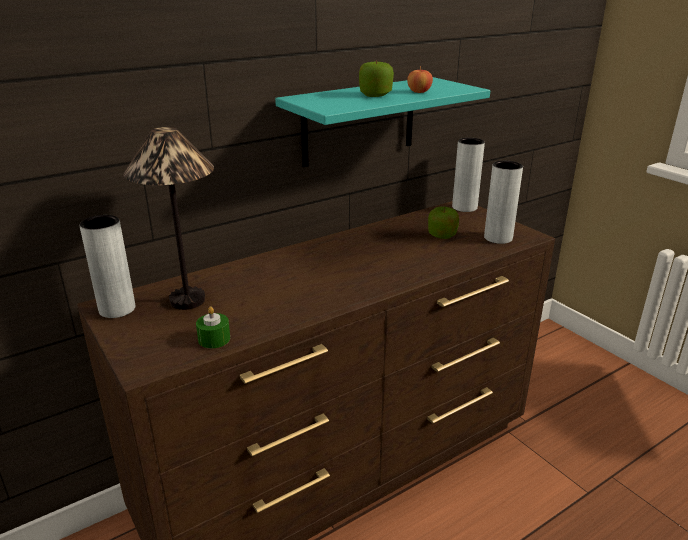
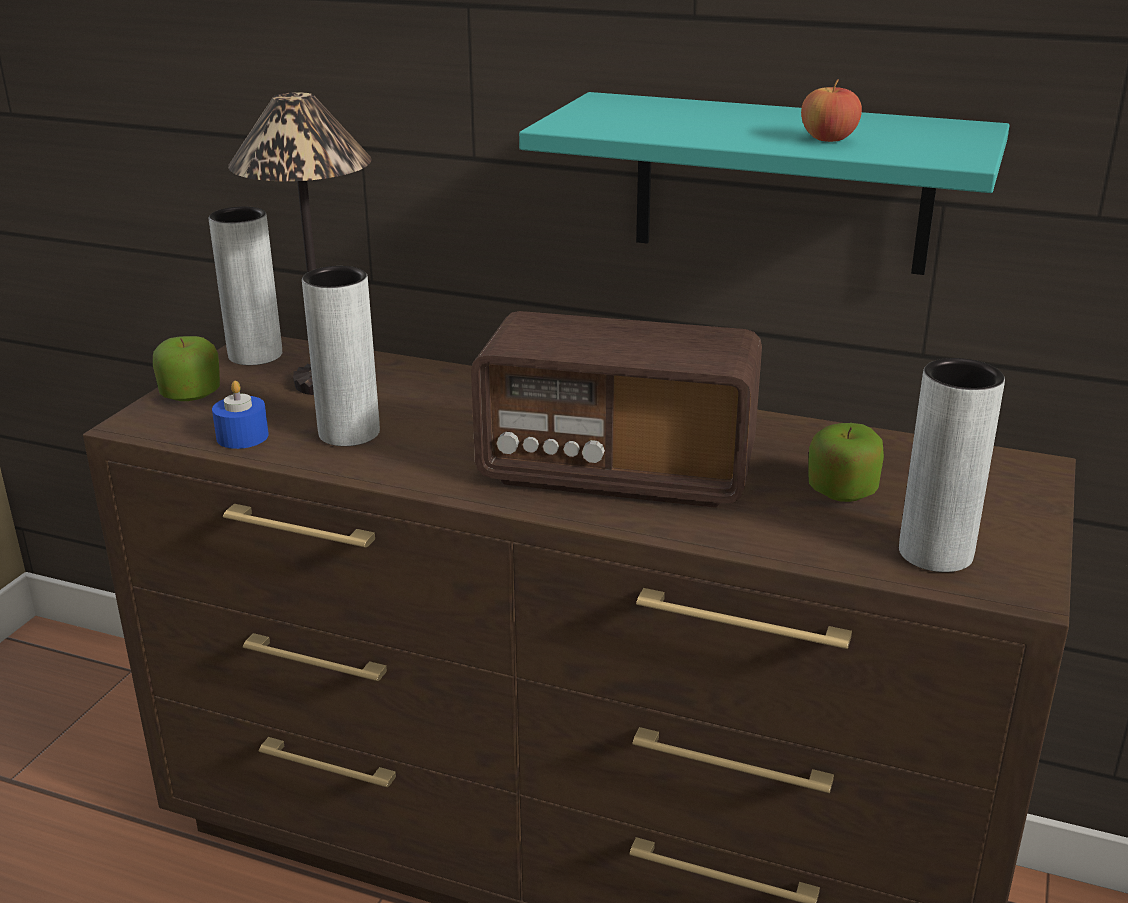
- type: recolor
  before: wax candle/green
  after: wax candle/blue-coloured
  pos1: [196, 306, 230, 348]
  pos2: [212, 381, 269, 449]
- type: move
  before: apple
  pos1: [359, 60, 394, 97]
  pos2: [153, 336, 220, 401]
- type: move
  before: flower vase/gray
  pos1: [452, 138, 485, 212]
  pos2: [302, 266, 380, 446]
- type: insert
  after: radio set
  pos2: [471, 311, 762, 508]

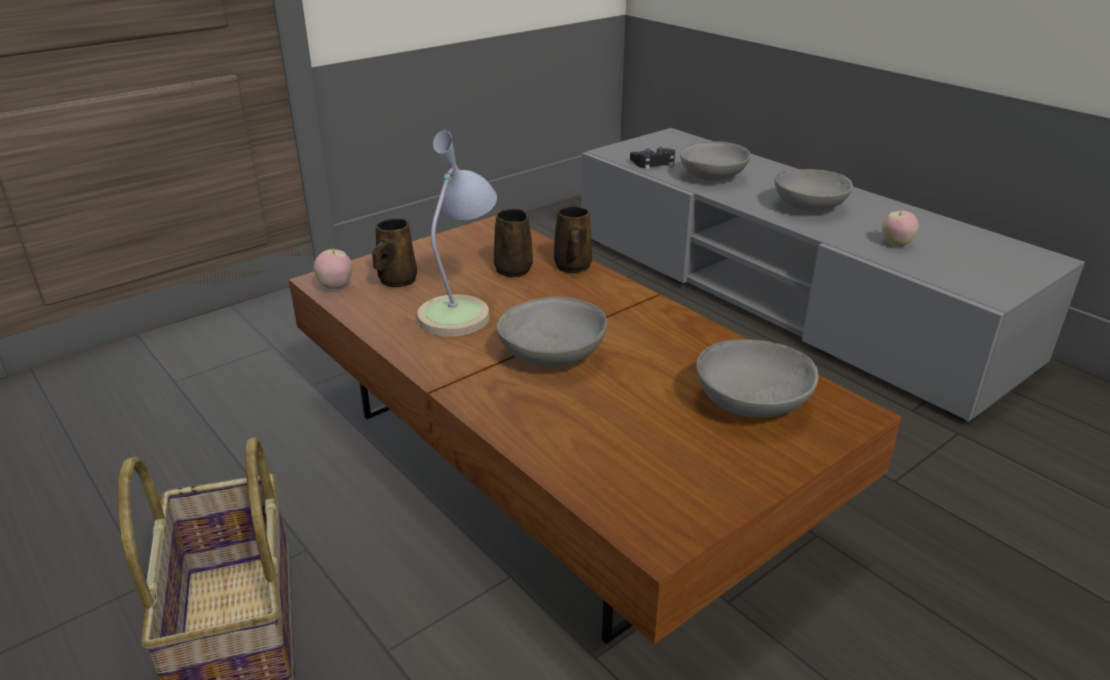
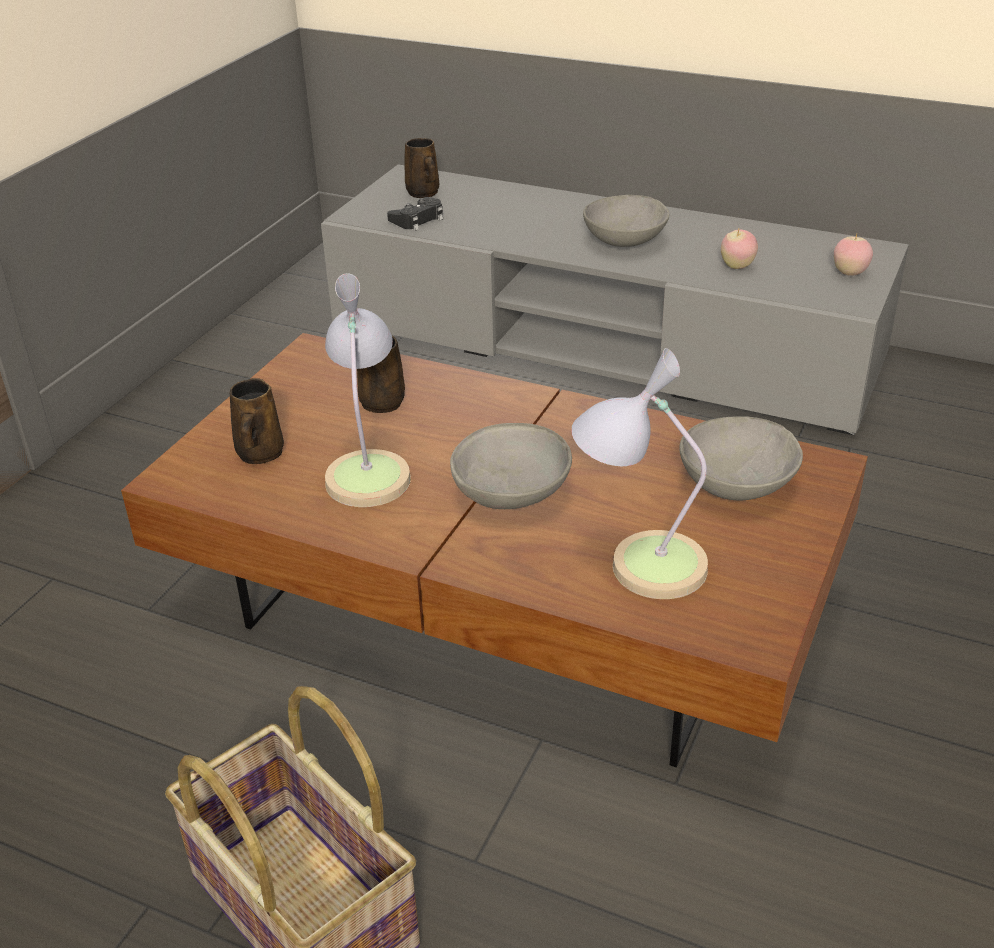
- type: move
  before: apple
  pos1: [313, 247, 353, 289]
  pos2: [834, 234, 873, 276]
- type: move
  before: coffee mug/brown
  pos1: [554, 206, 592, 273]
  pos2: [404, 138, 439, 198]
- type: delete
  before: bowl/gray
  pos1: [680, 142, 751, 181]
- type: insert
  after: tabletop lamp
  pos2: [571, 348, 708, 599]

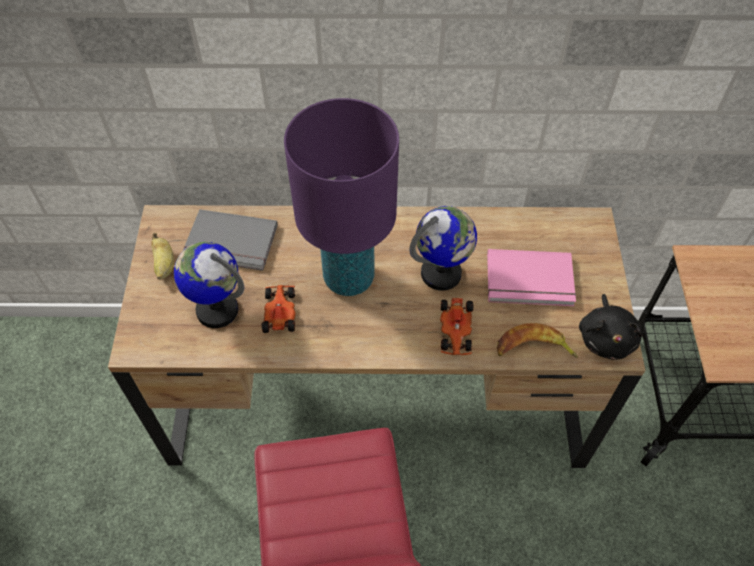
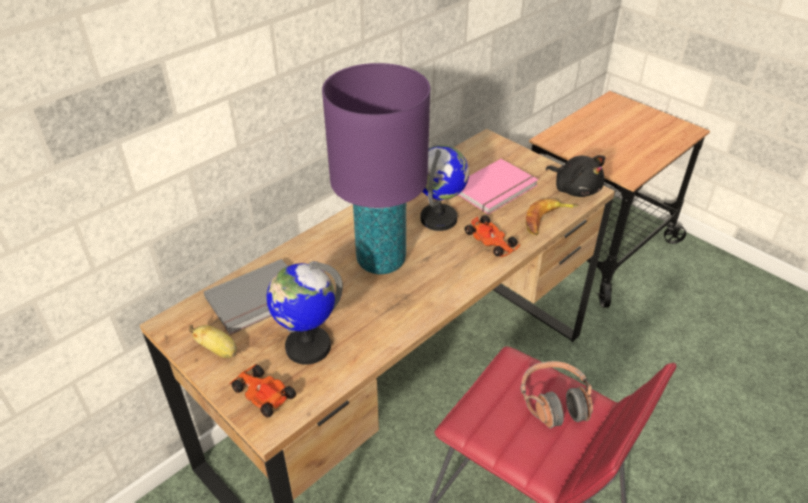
- type: move
  before: model car
  pos1: [262, 285, 295, 333]
  pos2: [229, 364, 296, 417]
- type: insert
  after: pair of headphones
  pos2: [520, 361, 593, 428]

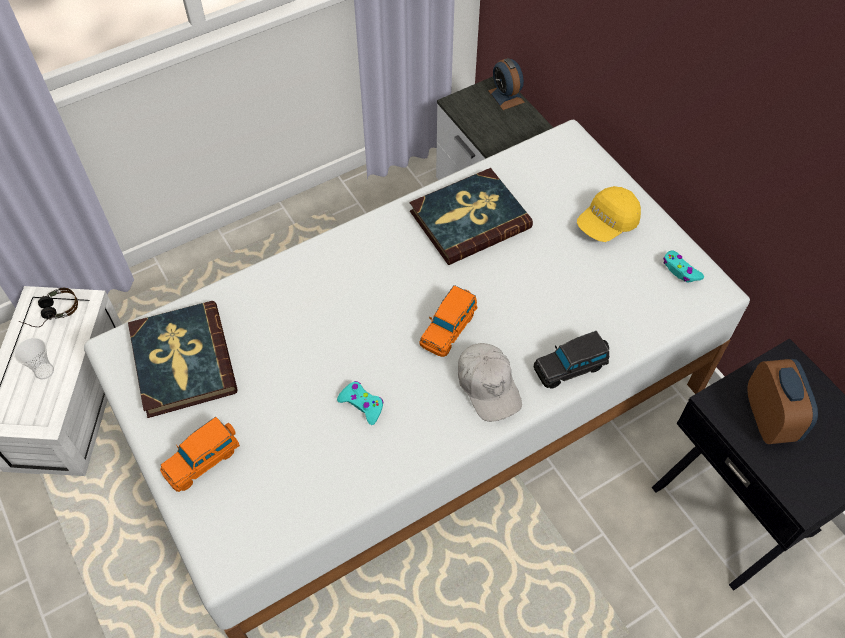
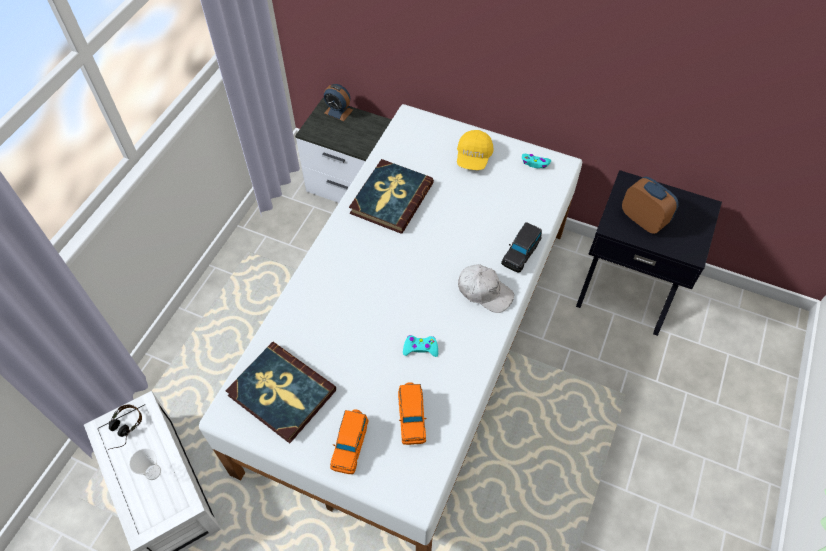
- type: move
  before: model car/orangey
  pos1: [419, 285, 478, 357]
  pos2: [398, 382, 426, 445]

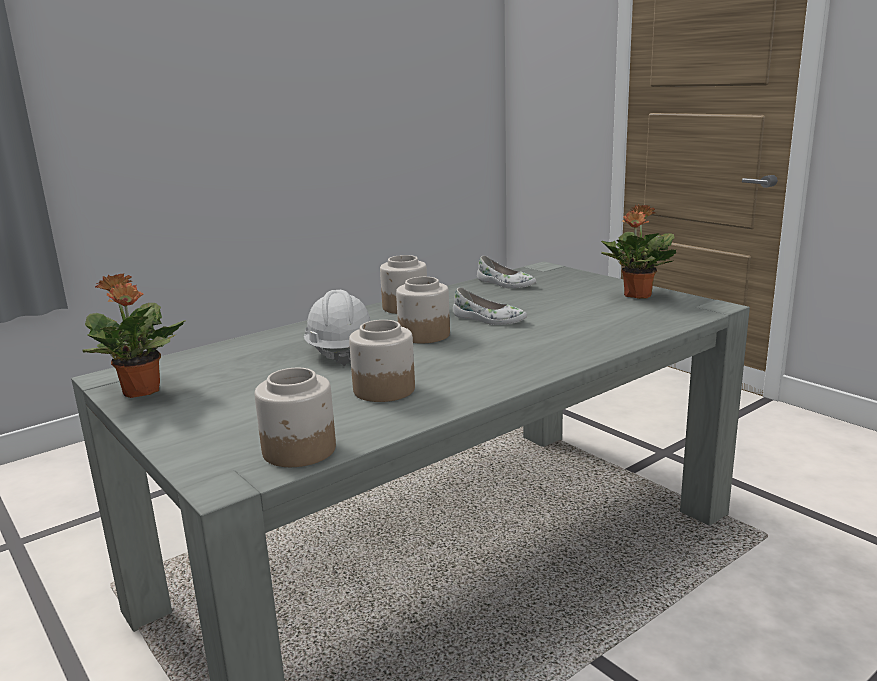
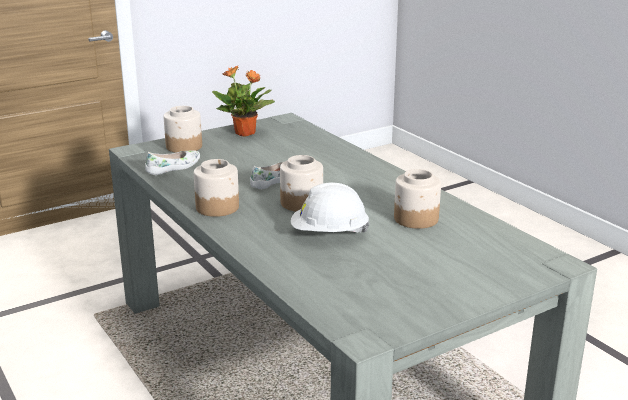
- type: delete
  before: potted plant
  pos1: [83, 274, 186, 398]
- type: move
  before: jar
  pos1: [255, 368, 336, 467]
  pos2: [164, 106, 202, 153]

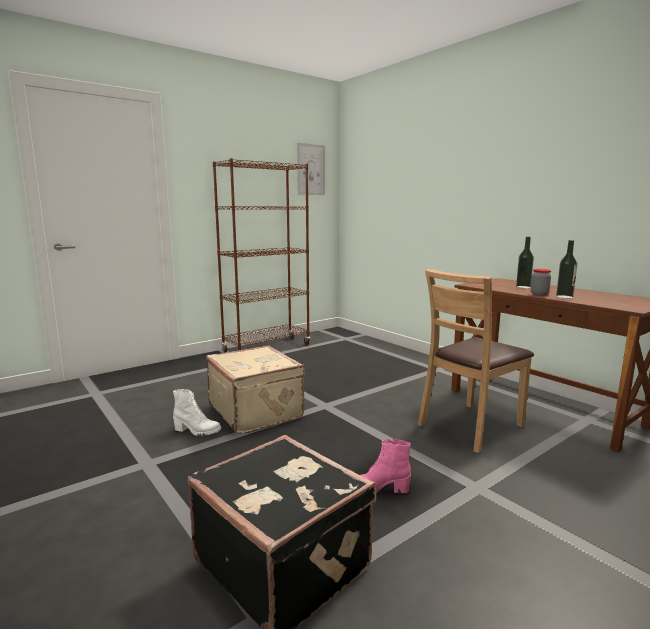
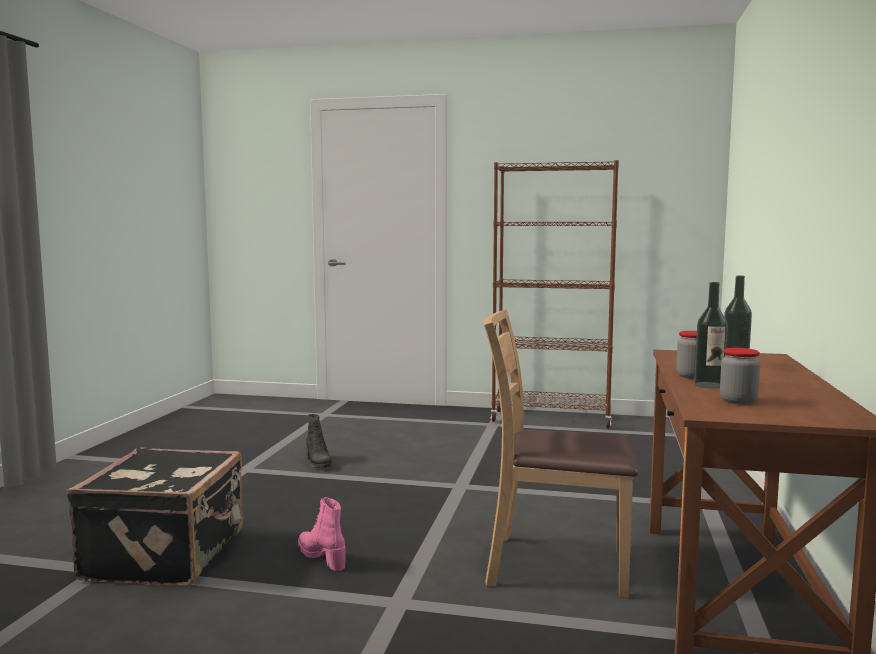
- type: recolor
  before: boot/white-coloured
  after: boot/blackish
  pos1: [173, 389, 221, 436]
  pos2: [306, 414, 333, 468]
- type: delete
  before: travel case/sand-coloured
  pos1: [206, 345, 305, 434]
- type: delete
  before: picture
  pos1: [297, 143, 325, 195]
- type: insert
  after: jar
  pos2: [720, 348, 760, 404]

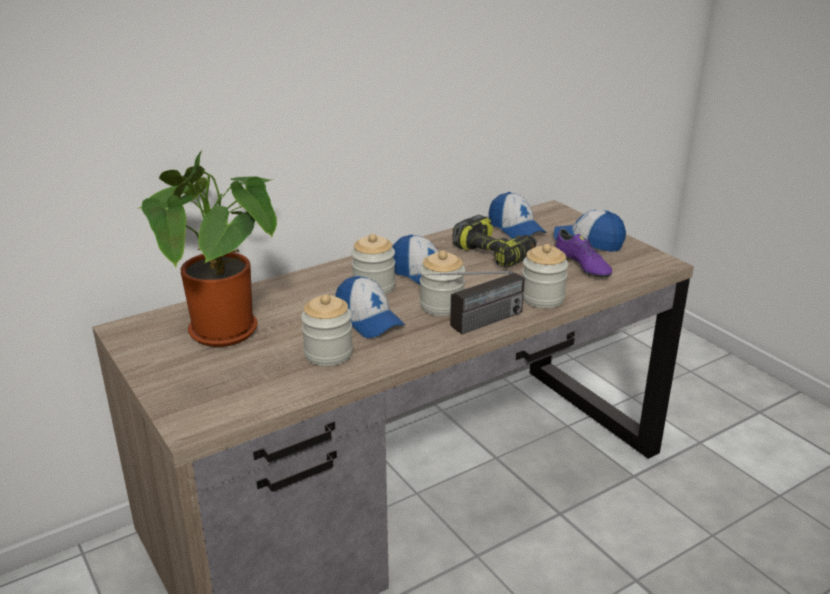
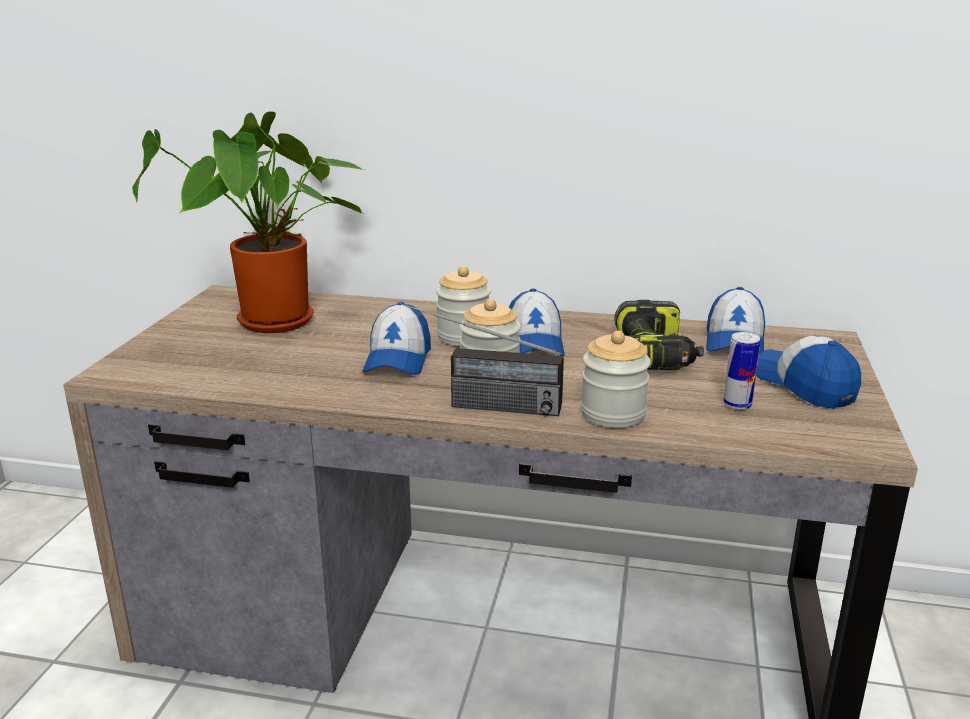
- type: delete
  before: jar
  pos1: [301, 294, 353, 366]
- type: replace
  before: item of footwear/purple-coloured
  after: can
  pos1: [556, 229, 612, 279]
  pos2: [723, 332, 760, 410]

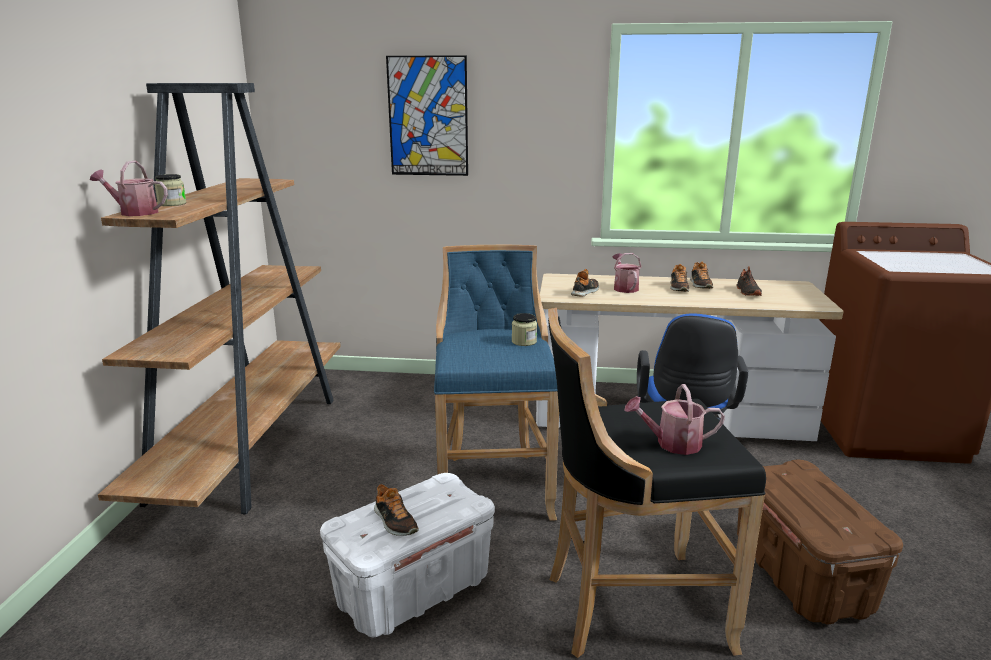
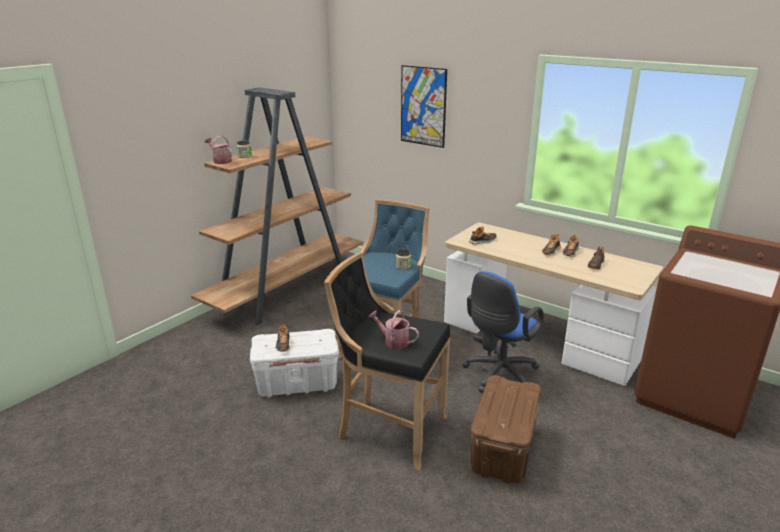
- type: delete
  before: sprinkling can
  pos1: [612, 253, 641, 293]

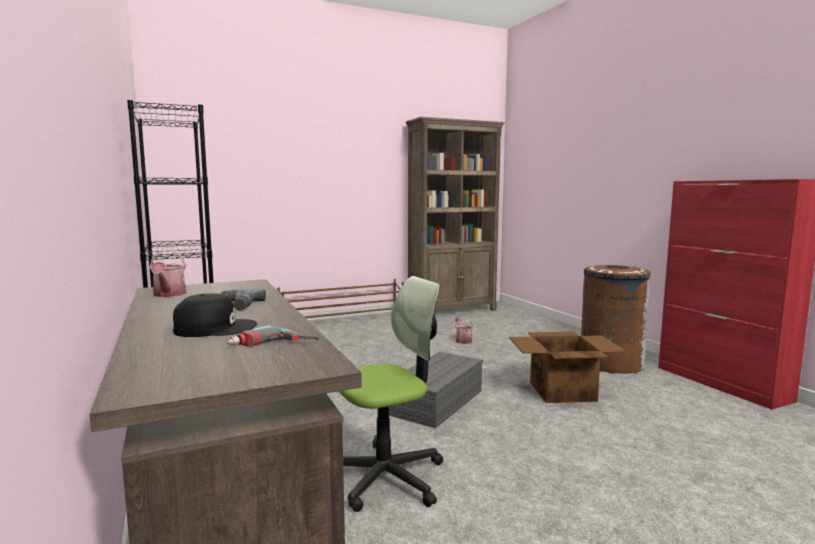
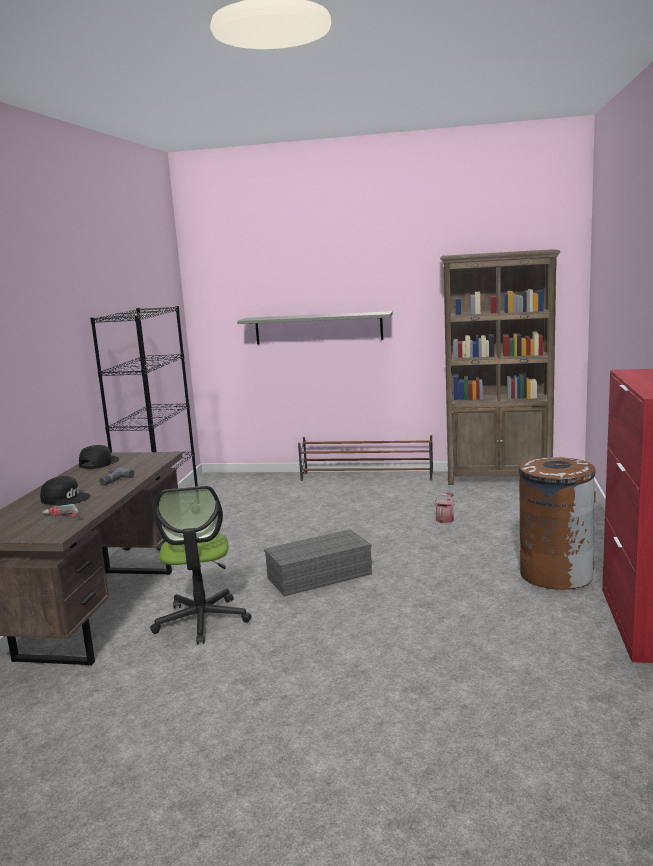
- type: replace
  before: sprinkling can
  after: baseball cap/blackish
  pos1: [149, 249, 186, 297]
  pos2: [79, 445, 119, 469]
- type: rotate
  before: desk chair
  pos1: [338, 276, 443, 512]
  pos2: [150, 486, 251, 644]
  turn: 75
- type: delete
  before: packing box
  pos1: [509, 332, 625, 403]
- type: insert
  after: wall shelf/gray
  pos2: [237, 311, 393, 344]

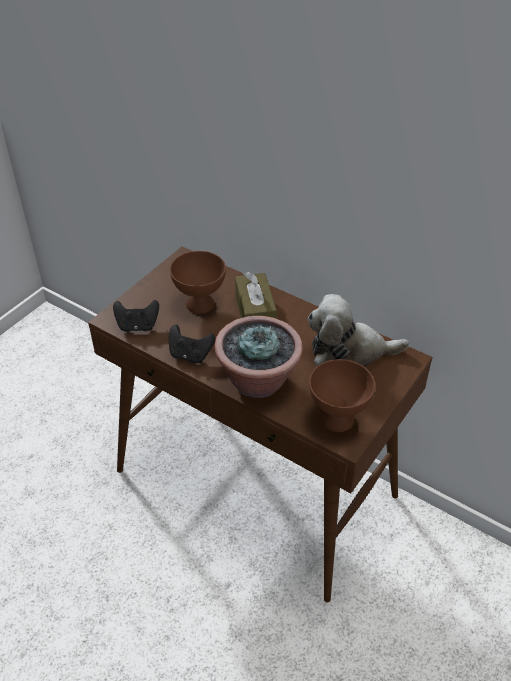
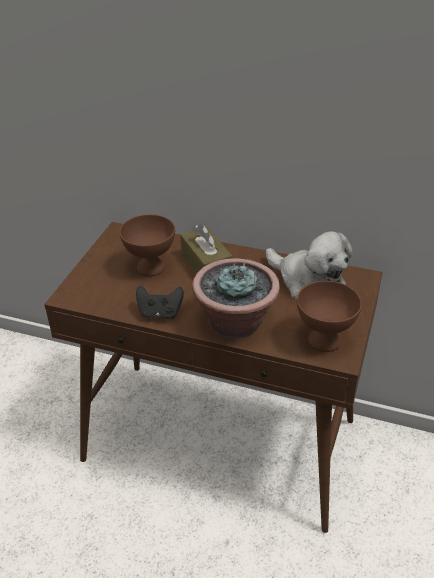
- type: delete
  before: joypad/blackish
  pos1: [113, 300, 159, 332]
- type: rotate
  before: cuddly toy
  pos1: [308, 294, 410, 367]
  pos2: [266, 231, 353, 299]
  turn: -120

